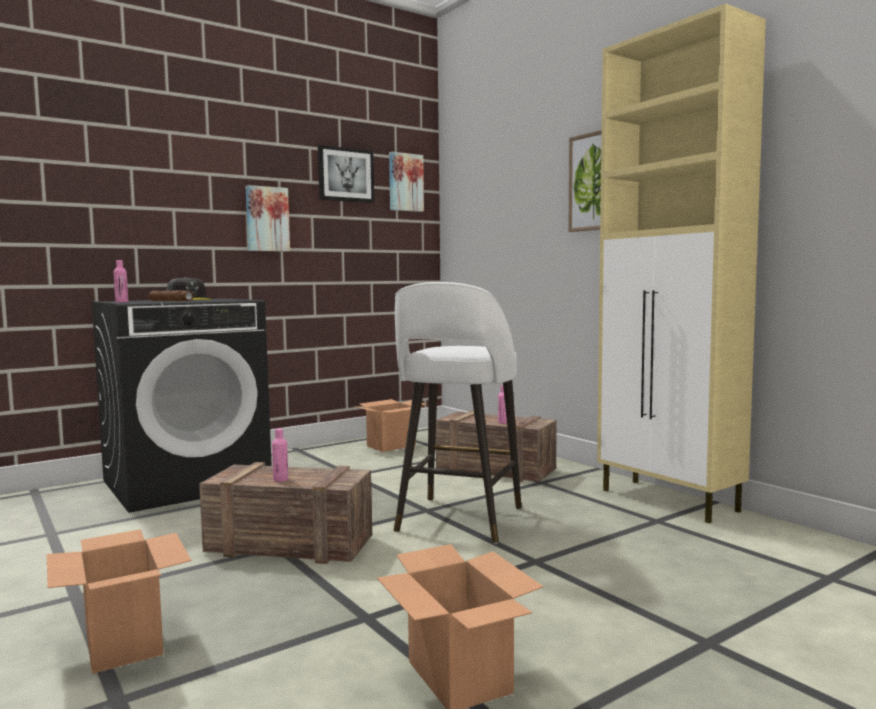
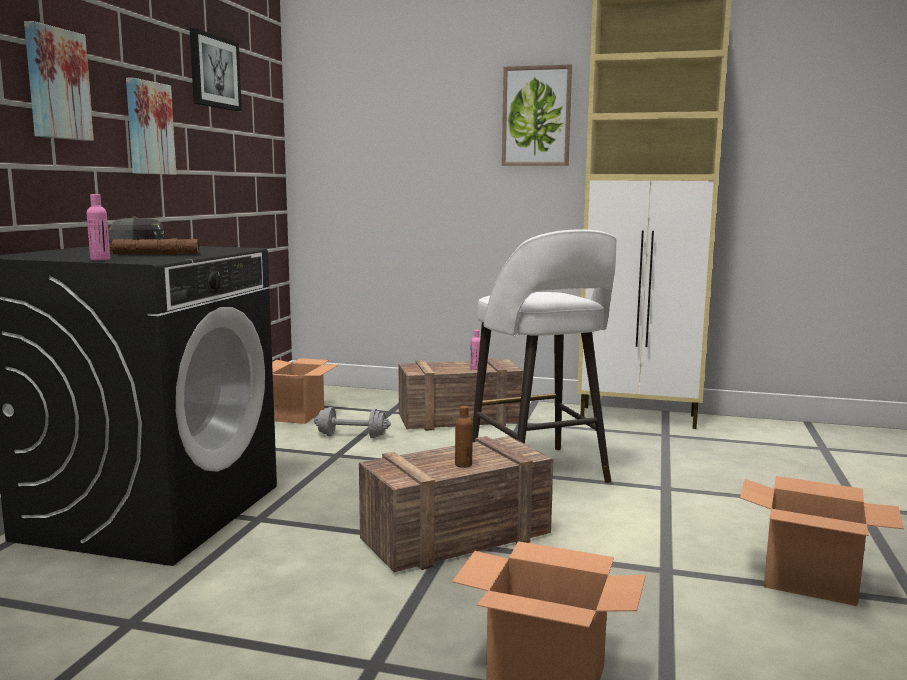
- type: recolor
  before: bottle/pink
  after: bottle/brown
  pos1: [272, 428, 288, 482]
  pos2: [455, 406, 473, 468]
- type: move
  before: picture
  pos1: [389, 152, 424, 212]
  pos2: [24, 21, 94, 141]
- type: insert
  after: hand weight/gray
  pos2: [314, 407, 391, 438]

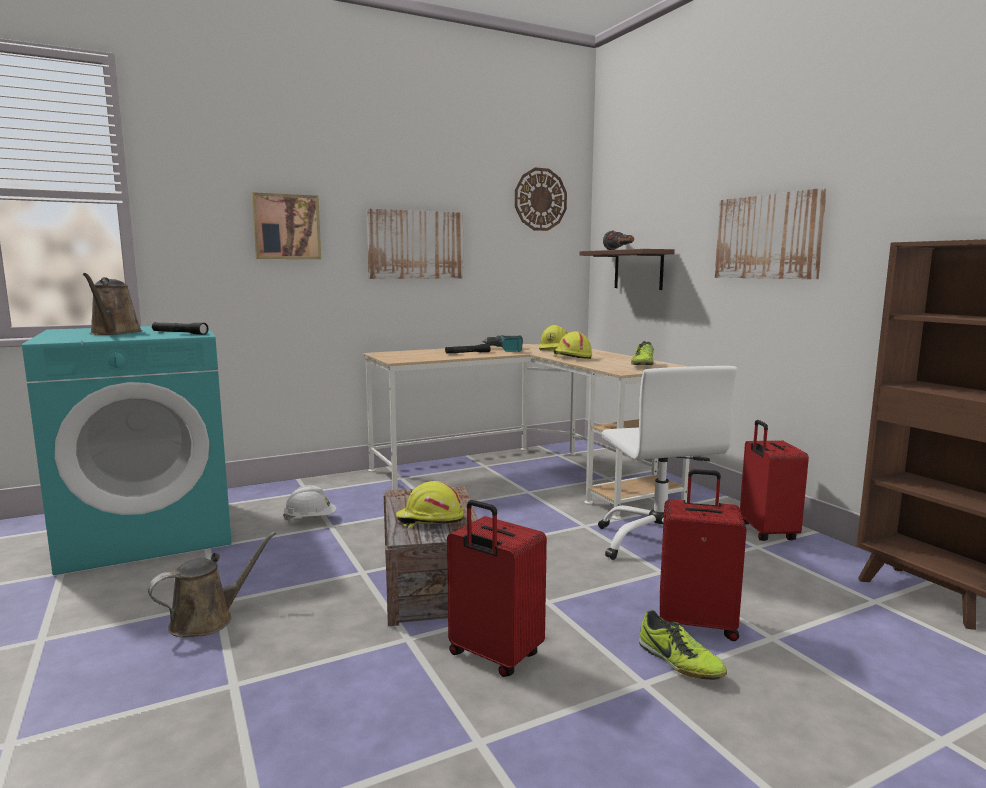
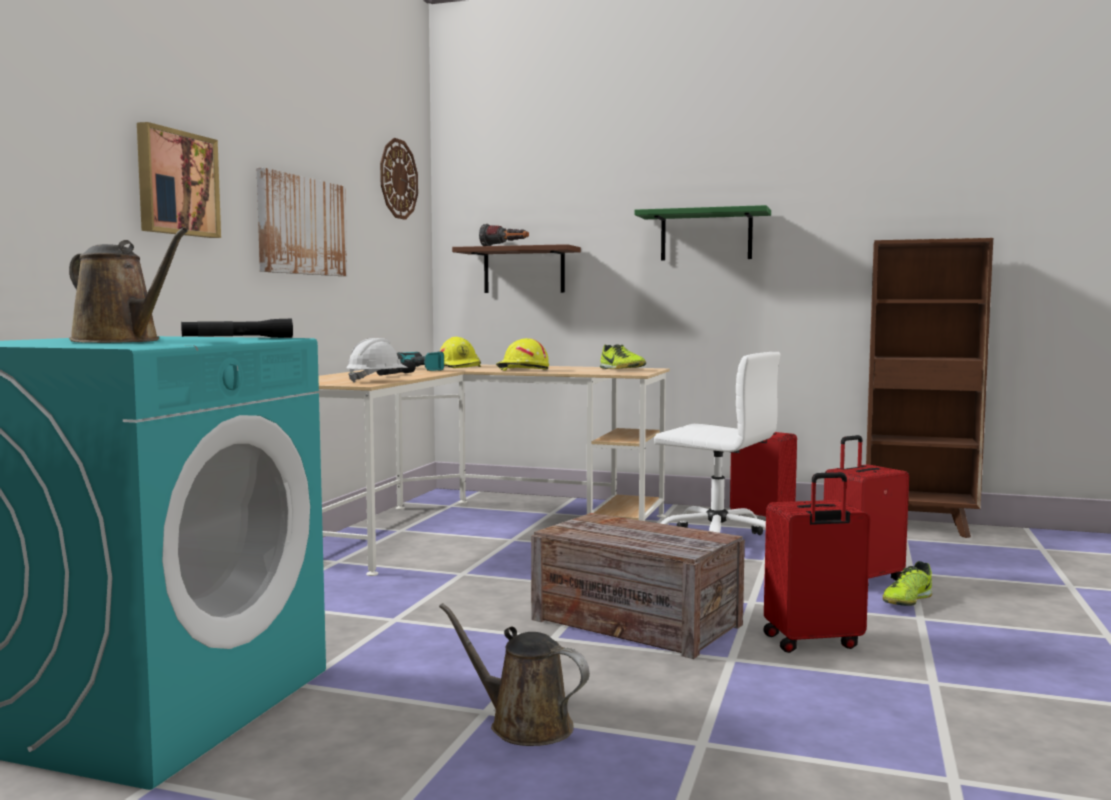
- type: rotate
  before: sprinkling can/brown
  pos1: [148, 531, 276, 637]
  pos2: [439, 603, 590, 746]
  turn: -60
- type: move
  before: safety helmet/white-coloured
  pos1: [283, 485, 336, 520]
  pos2: [346, 338, 408, 383]
- type: delete
  before: safety helmet/yellowish
  pos1: [396, 481, 464, 529]
- type: rotate
  before: item of footwear
  pos1: [639, 610, 727, 680]
  pos2: [883, 561, 932, 606]
  turn: 120
- type: replace
  before: picture
  after: wall shelf/green
  pos1: [715, 188, 827, 279]
  pos2: [634, 205, 771, 260]

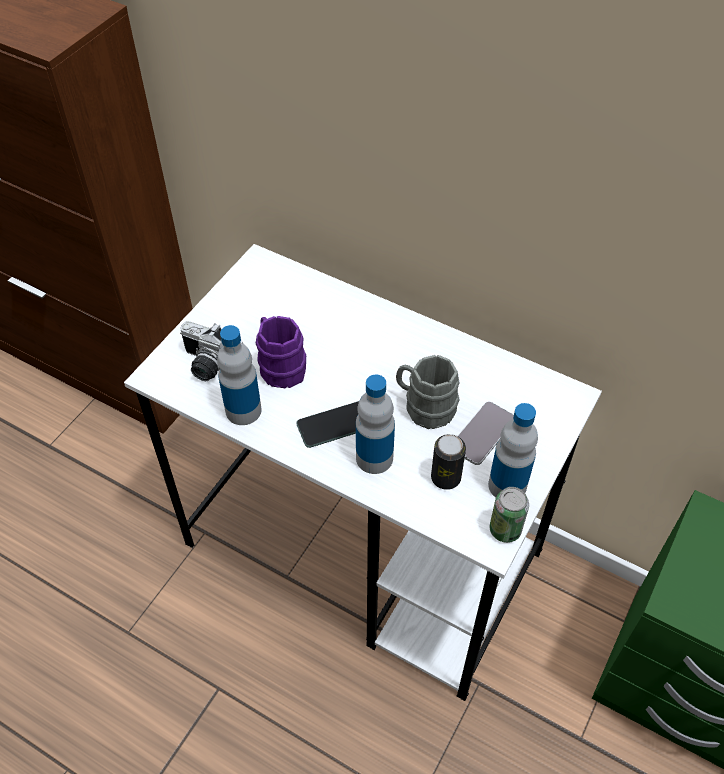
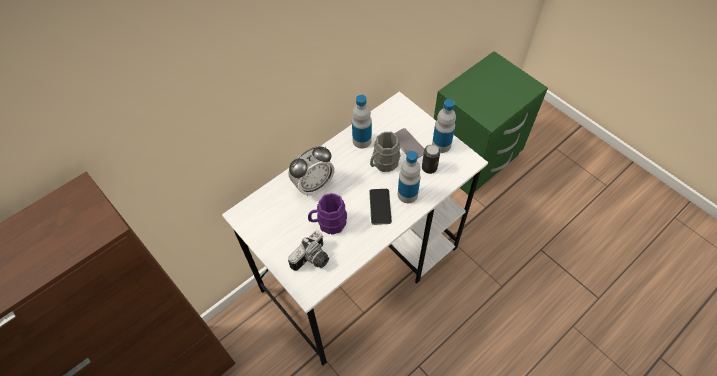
- type: move
  before: bottle
  pos1: [217, 325, 262, 425]
  pos2: [352, 95, 372, 149]
- type: delete
  before: can
  pos1: [489, 487, 529, 543]
- type: insert
  after: alarm clock
  pos2: [288, 147, 334, 196]

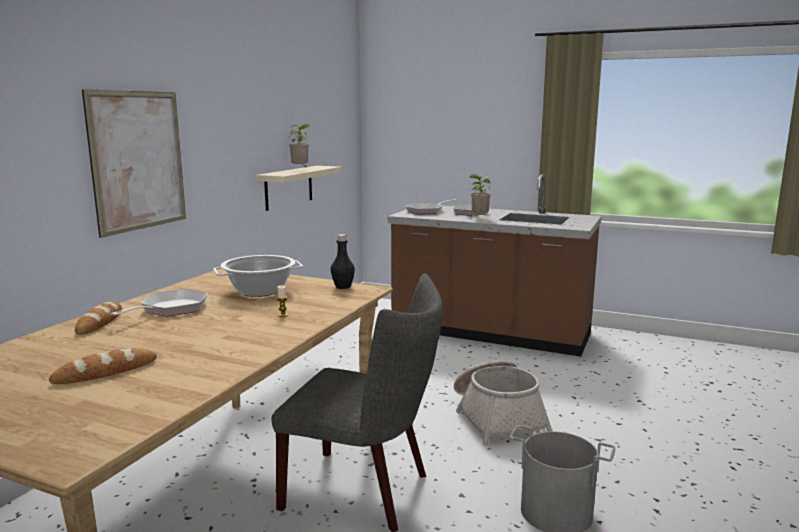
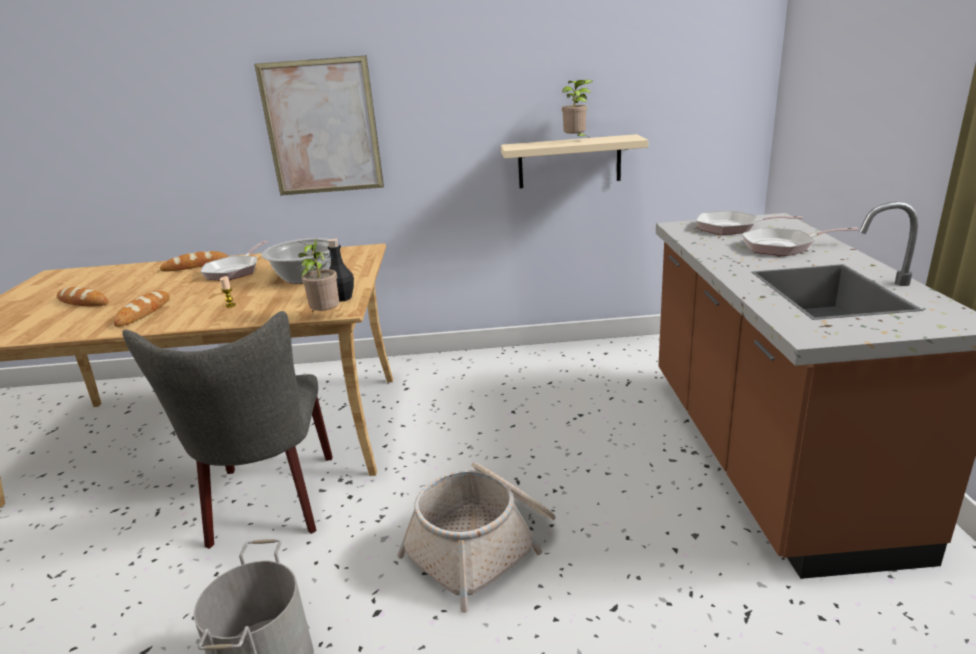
- type: rotate
  before: pan
  pos1: [109, 289, 208, 316]
  pos2: [201, 241, 268, 280]
  turn: 105
- type: move
  before: potted plant
  pos1: [470, 174, 491, 218]
  pos2: [298, 239, 339, 313]
- type: insert
  after: bakery bread
  pos2: [114, 291, 170, 327]

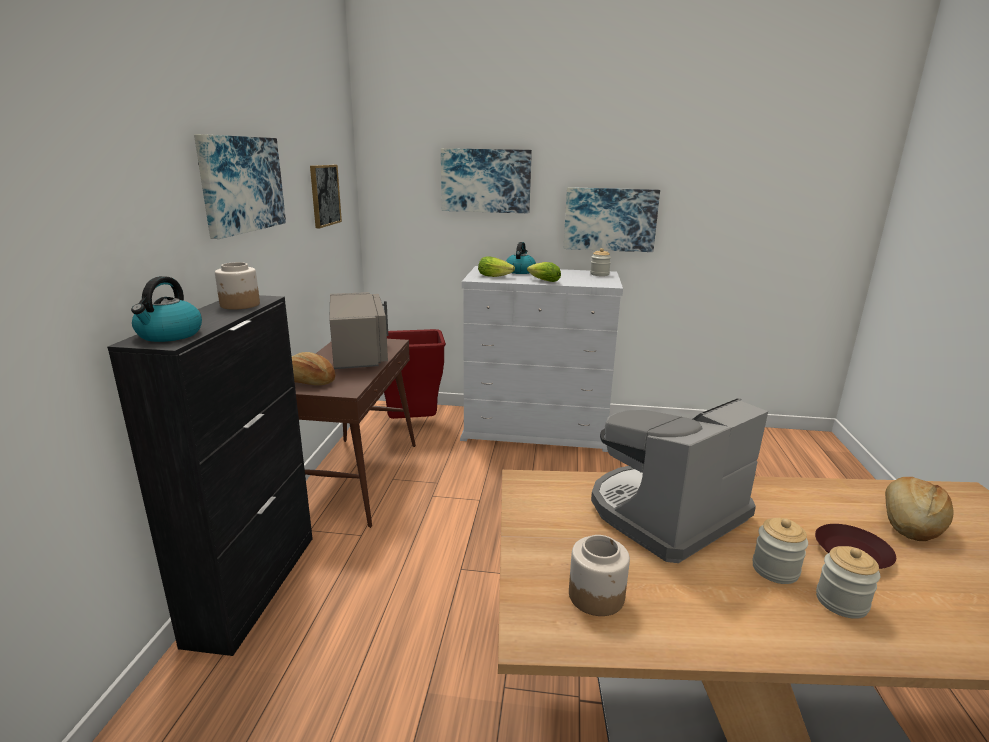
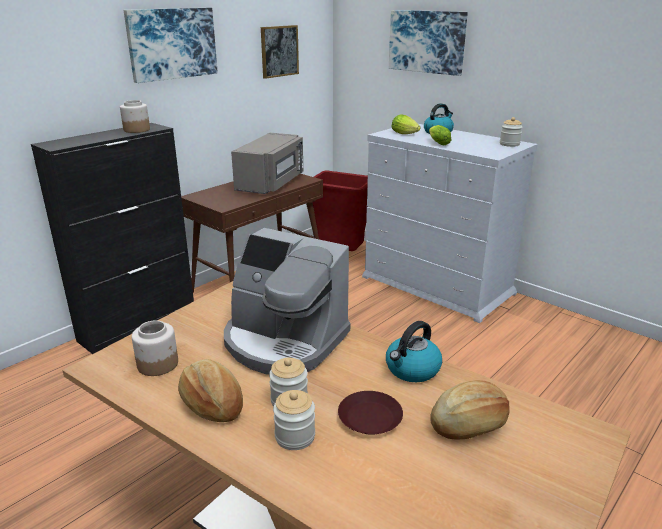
- type: move
  before: kettle
  pos1: [131, 276, 202, 342]
  pos2: [386, 321, 442, 382]
- type: move
  before: bakery bread
  pos1: [292, 352, 335, 385]
  pos2: [178, 359, 243, 422]
- type: delete
  before: picture
  pos1: [564, 187, 660, 252]
- type: rotate
  before: coffee machine
  pos1: [591, 398, 768, 563]
  pos2: [224, 228, 350, 375]
  turn: -150

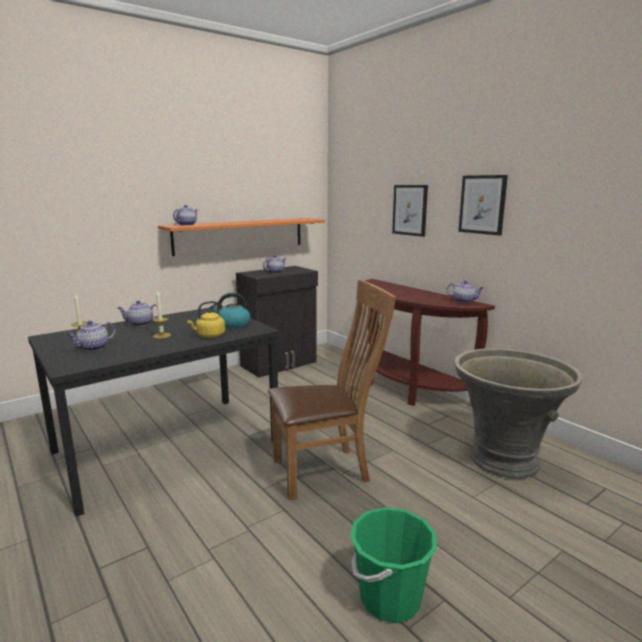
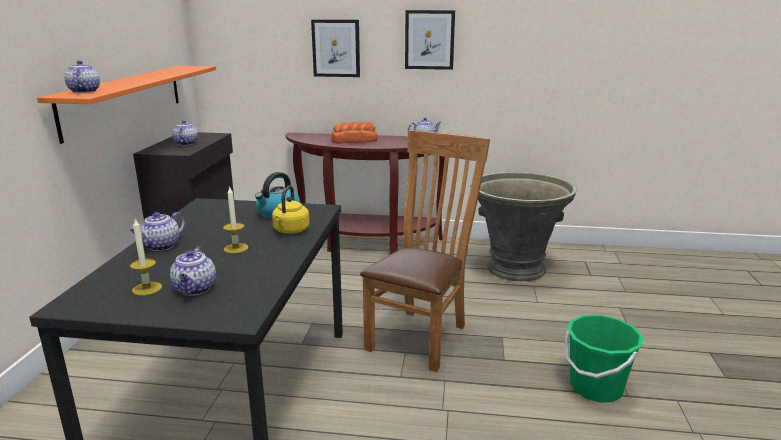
- type: insert
  after: bakery bread
  pos2: [331, 122, 377, 144]

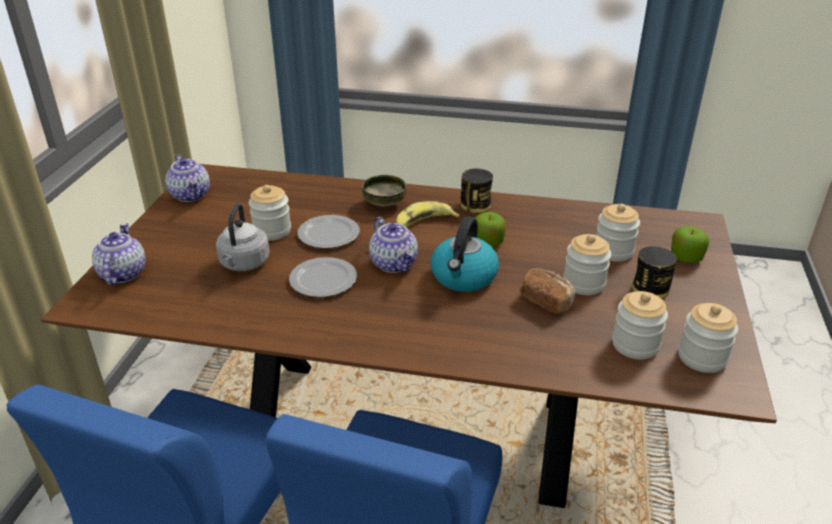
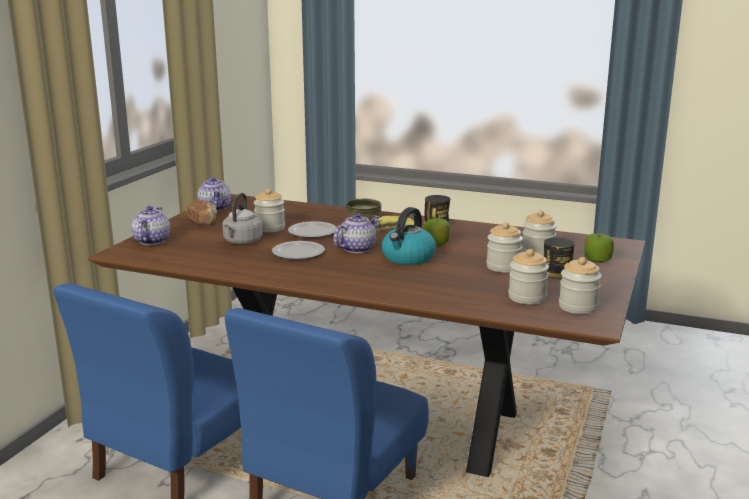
- type: rotate
  before: tea pot
  pos1: [369, 217, 418, 273]
  pos2: [333, 213, 380, 253]
  turn: -120
- type: move
  before: bakery bread
  pos1: [519, 268, 575, 313]
  pos2: [186, 200, 217, 225]

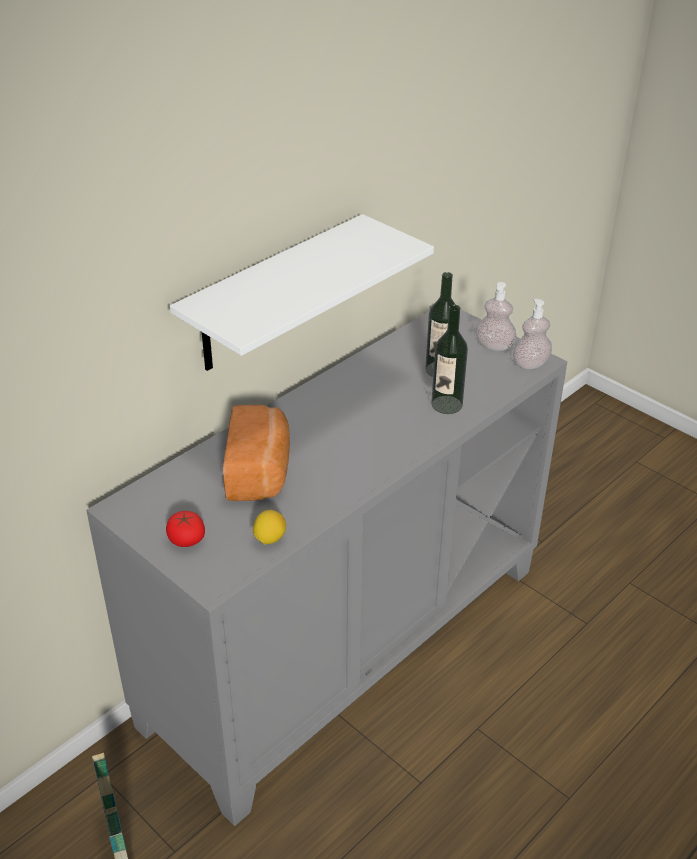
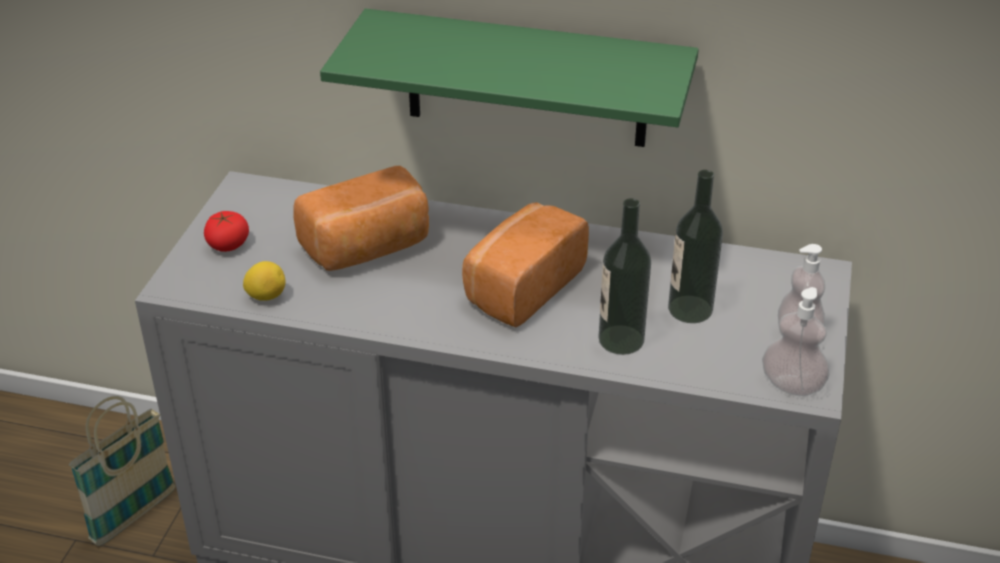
- type: recolor
  before: wall shelf/white-coloured
  after: wall shelf/green
  pos1: [170, 214, 434, 371]
  pos2: [320, 9, 699, 147]
- type: insert
  after: bakery bread
  pos2: [462, 202, 589, 327]

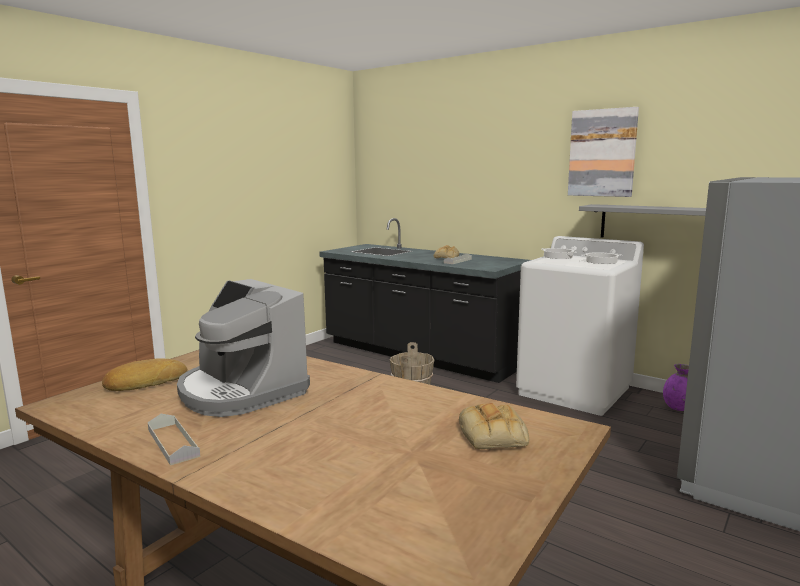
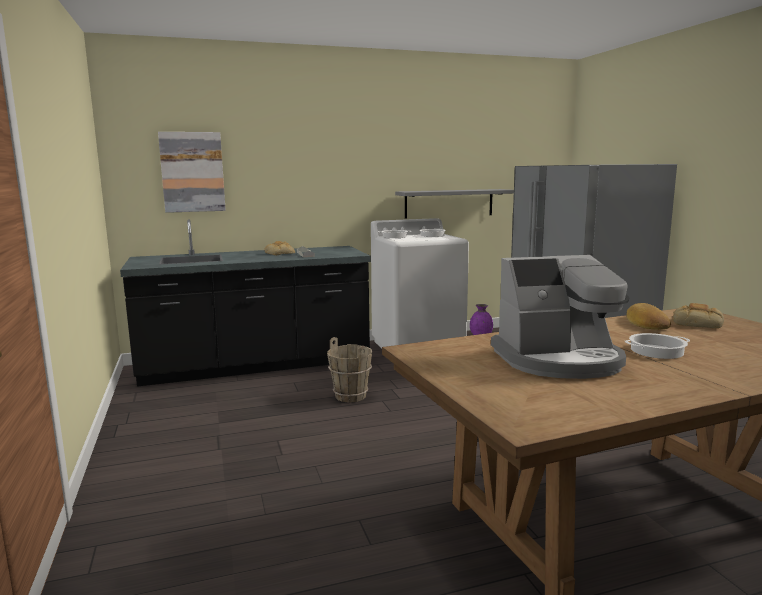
- type: move
  before: bakery bread
  pos1: [102, 358, 188, 391]
  pos2: [627, 303, 671, 330]
- type: delete
  before: tray/gray
  pos1: [148, 414, 200, 466]
- type: move
  before: picture
  pos1: [568, 107, 639, 197]
  pos2: [158, 132, 226, 213]
- type: insert
  after: saucepot
  pos2: [625, 333, 690, 359]

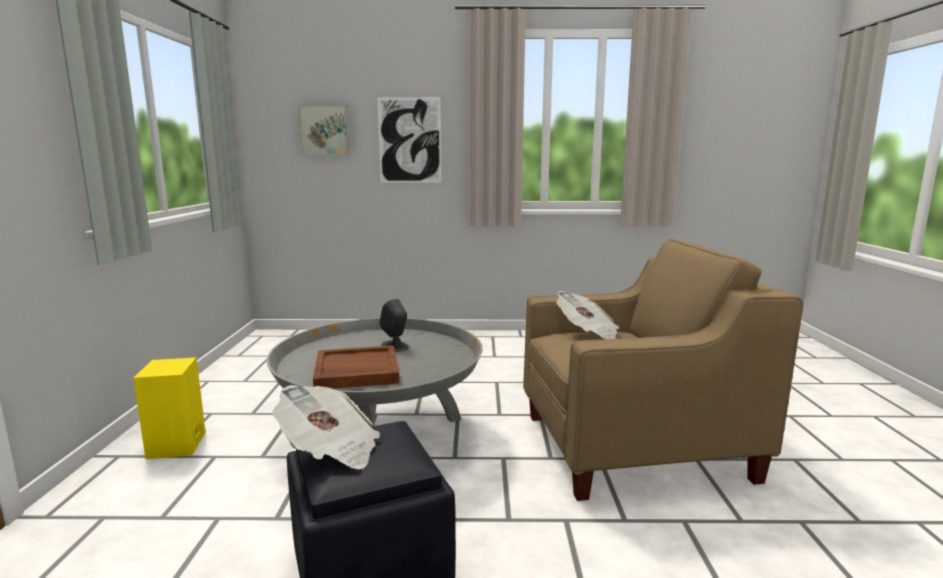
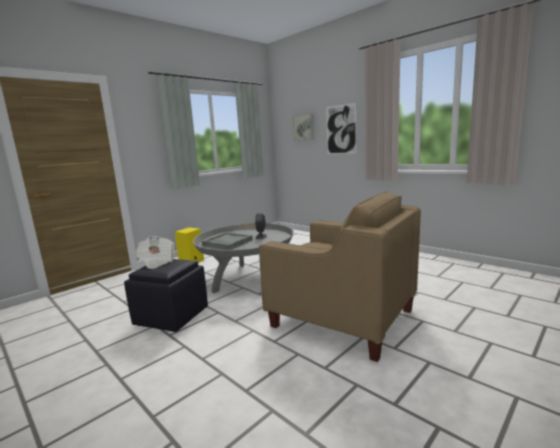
- type: recolor
  before: tray/brown
  after: tray/gray
  pos1: [313, 345, 400, 389]
  pos2: [202, 232, 253, 250]
- type: delete
  before: printed paper
  pos1: [556, 291, 619, 339]

